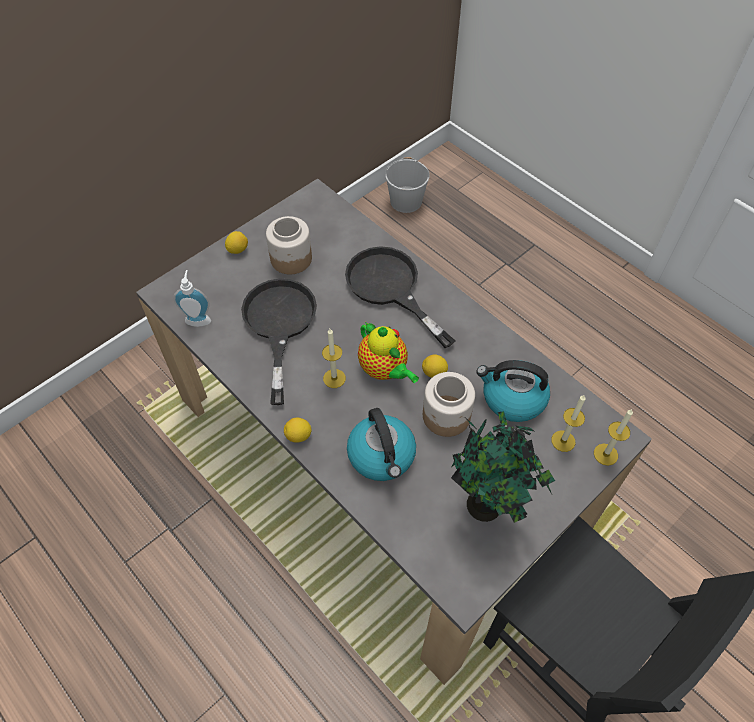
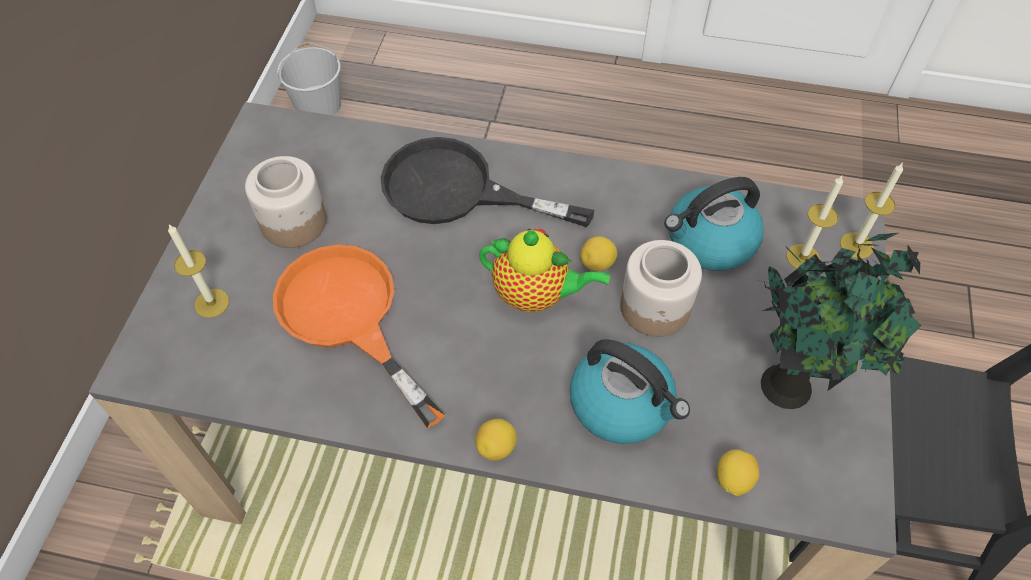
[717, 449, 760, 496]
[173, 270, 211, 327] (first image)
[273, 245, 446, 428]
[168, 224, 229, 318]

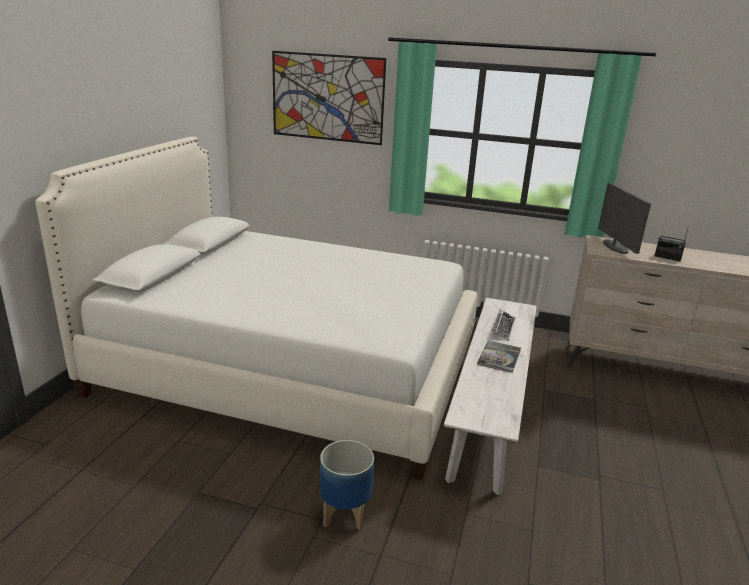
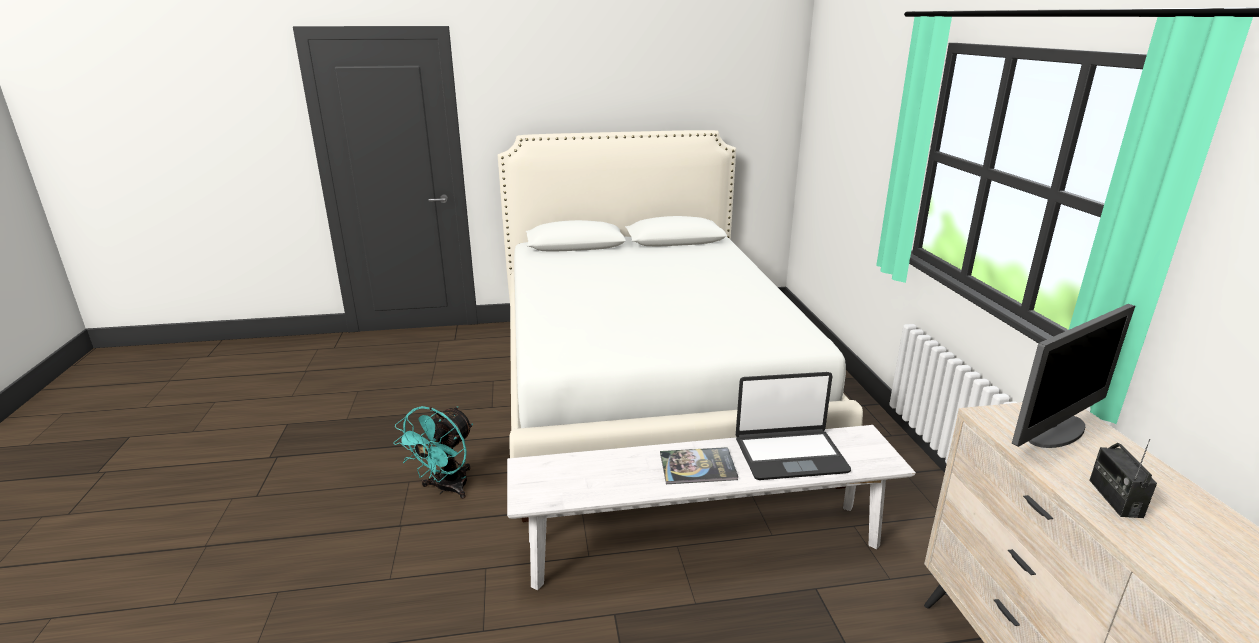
[272, 51, 386, 145] (first image)
[736, 372, 851, 480]
[394, 406, 473, 499]

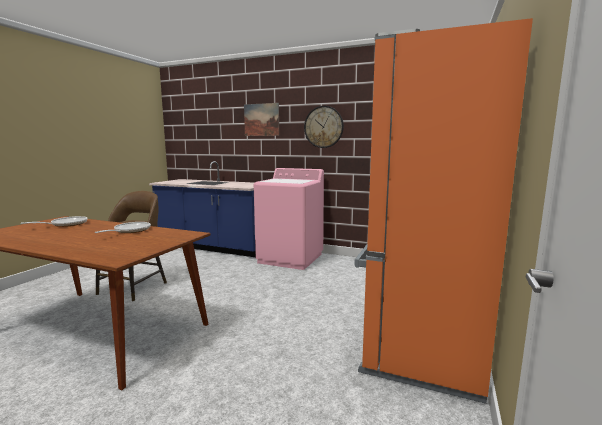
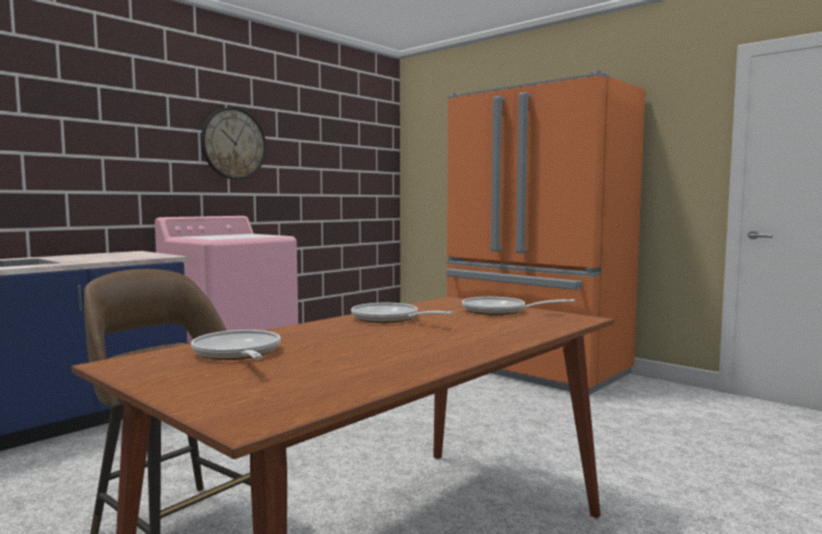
[244, 103, 279, 136] (first image)
[462, 297, 575, 315]

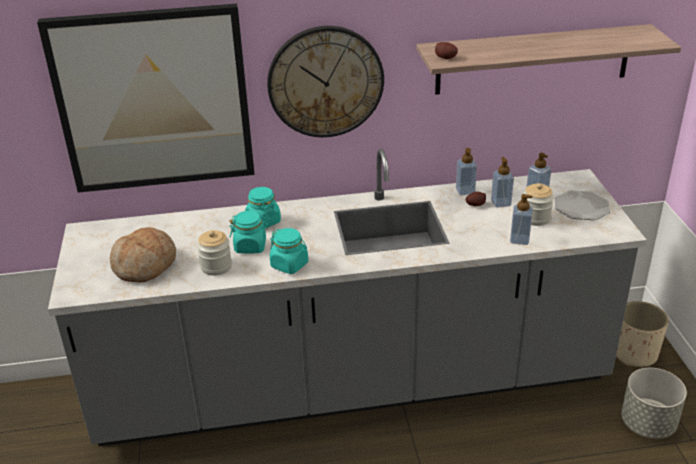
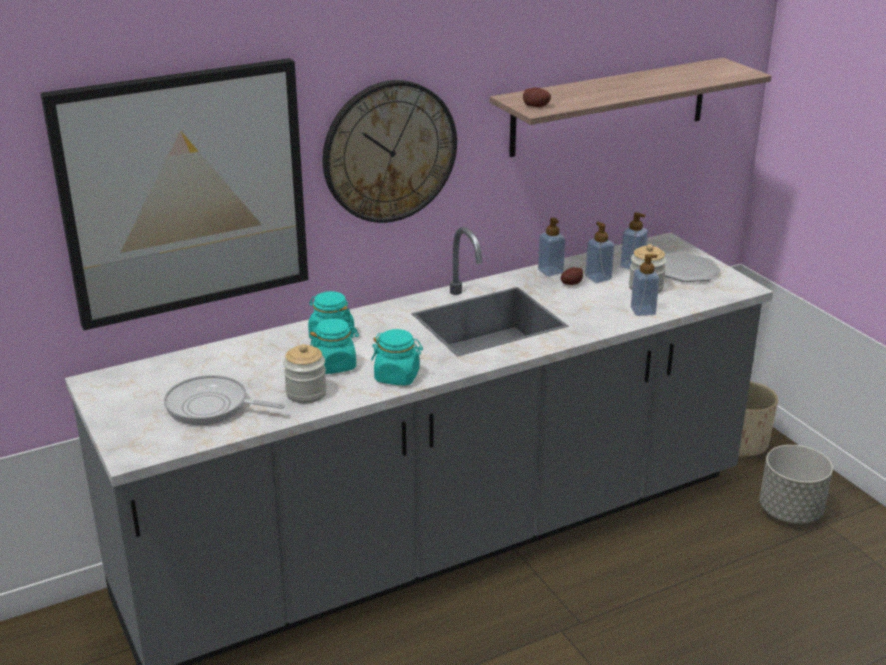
[164, 375, 285, 425]

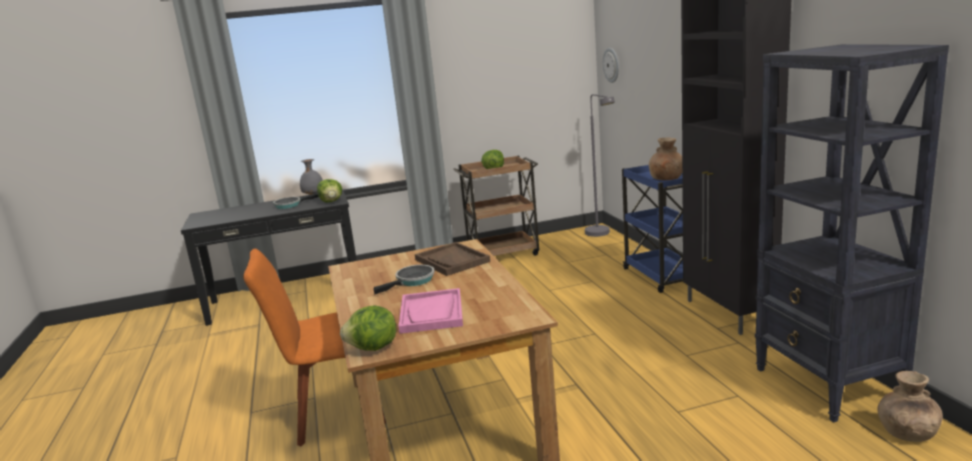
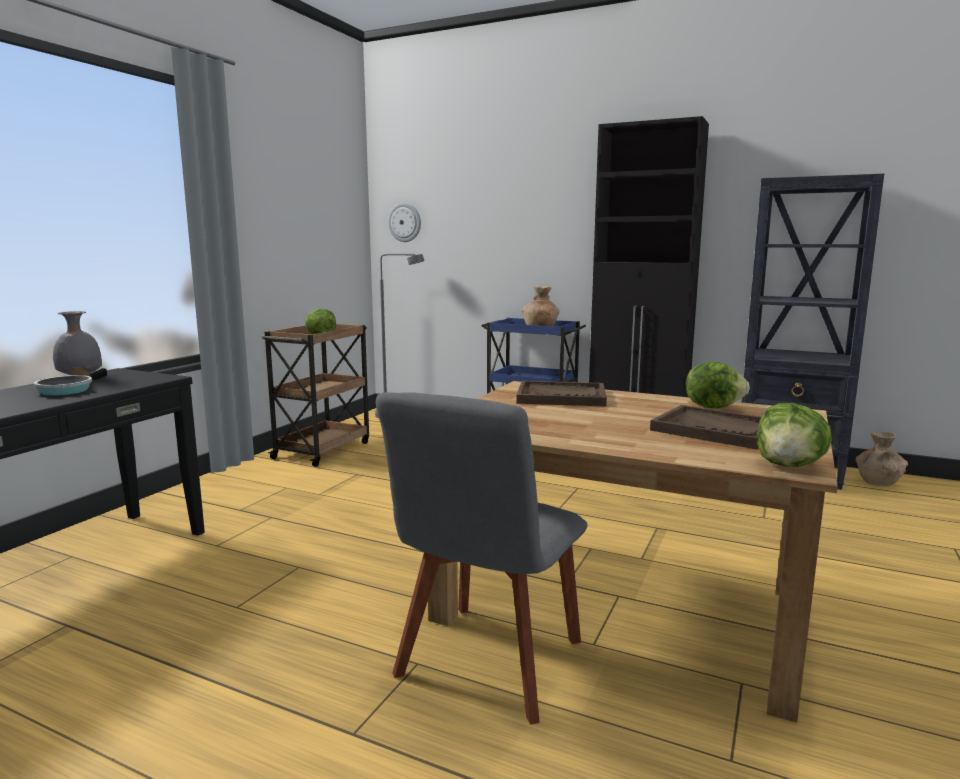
[686, 362, 750, 408]
[376, 392, 588, 724]
[374, 265, 435, 294] (first image)
[650, 405, 761, 450]

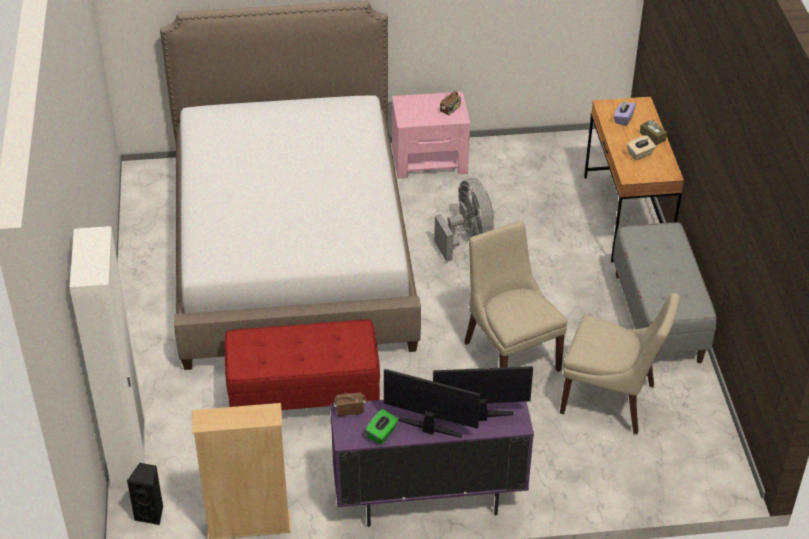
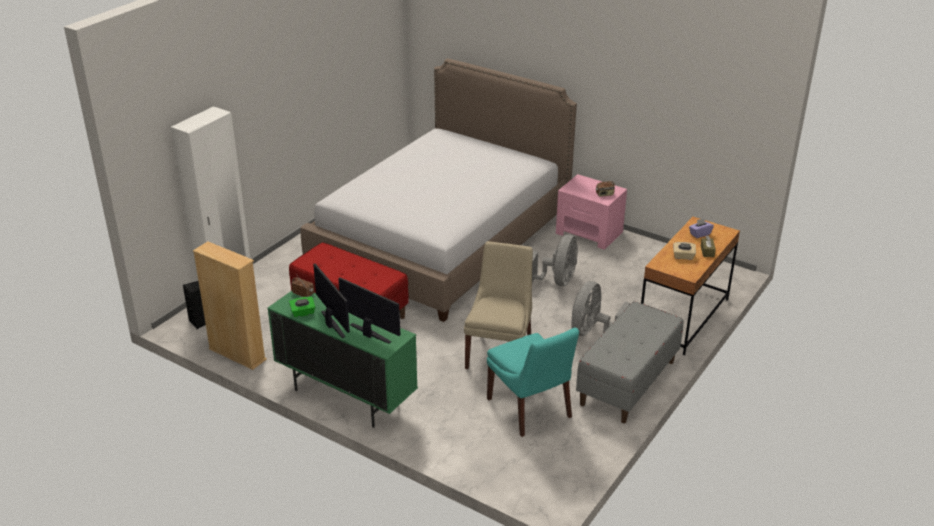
[487, 328, 579, 437]
[268, 291, 418, 428]
[571, 281, 630, 336]

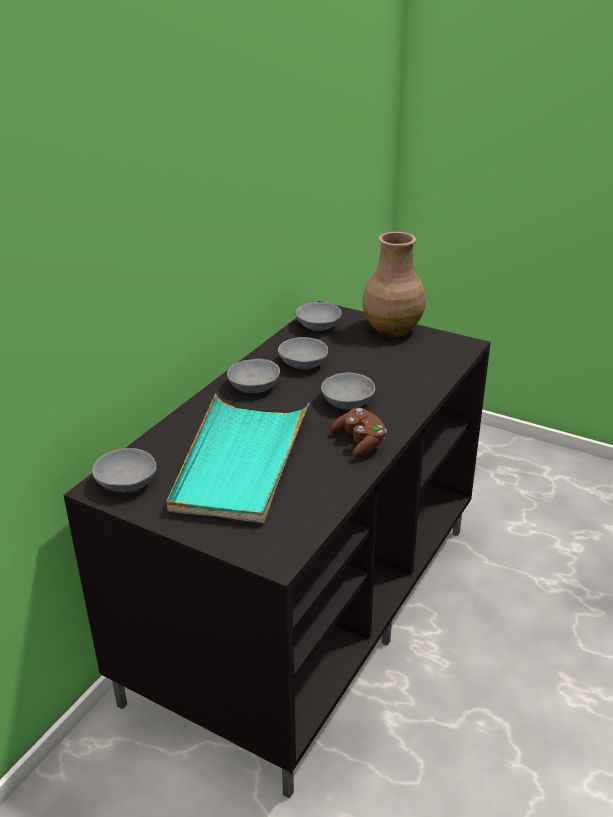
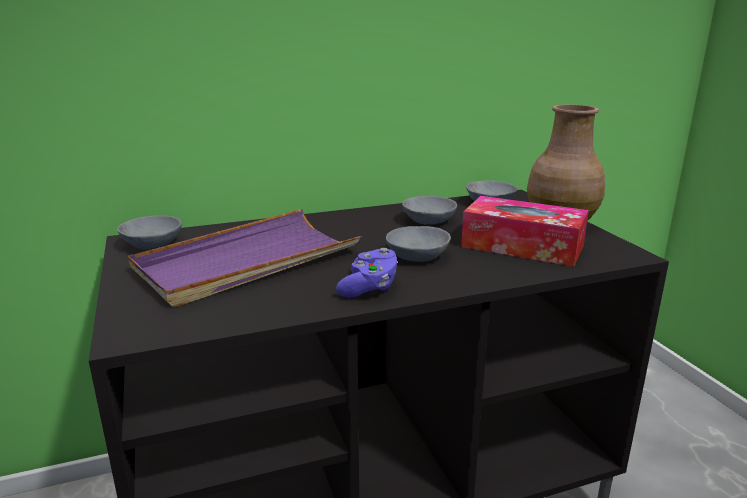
[227, 359, 280, 393] (first image)
[128, 209, 362, 307]
[336, 248, 398, 297]
[461, 196, 589, 267]

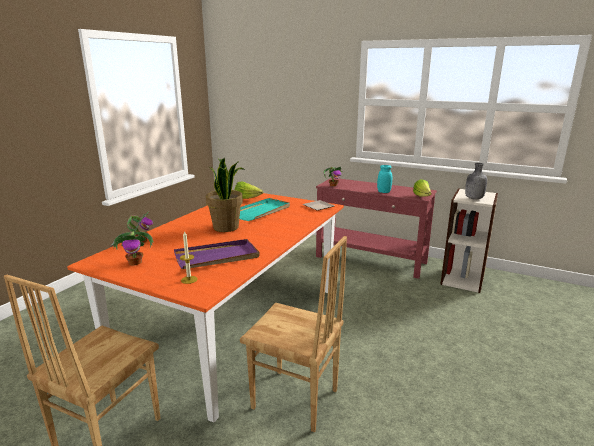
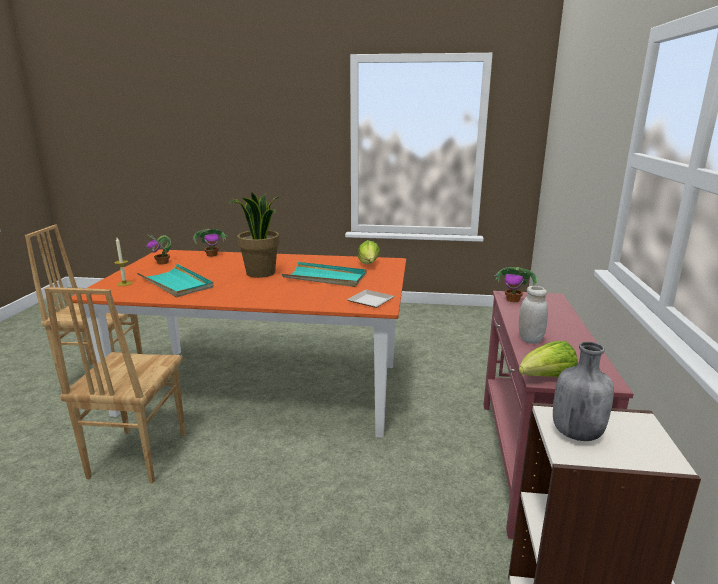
[519, 286, 548, 344]
[137, 264, 214, 298]

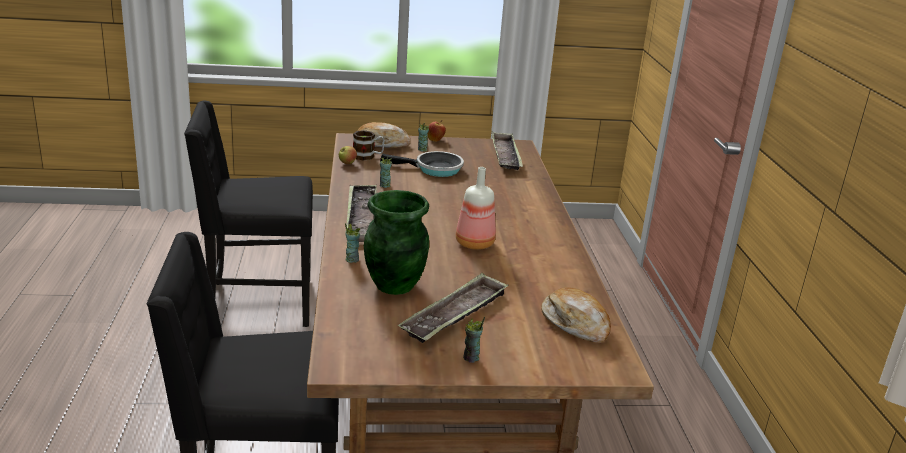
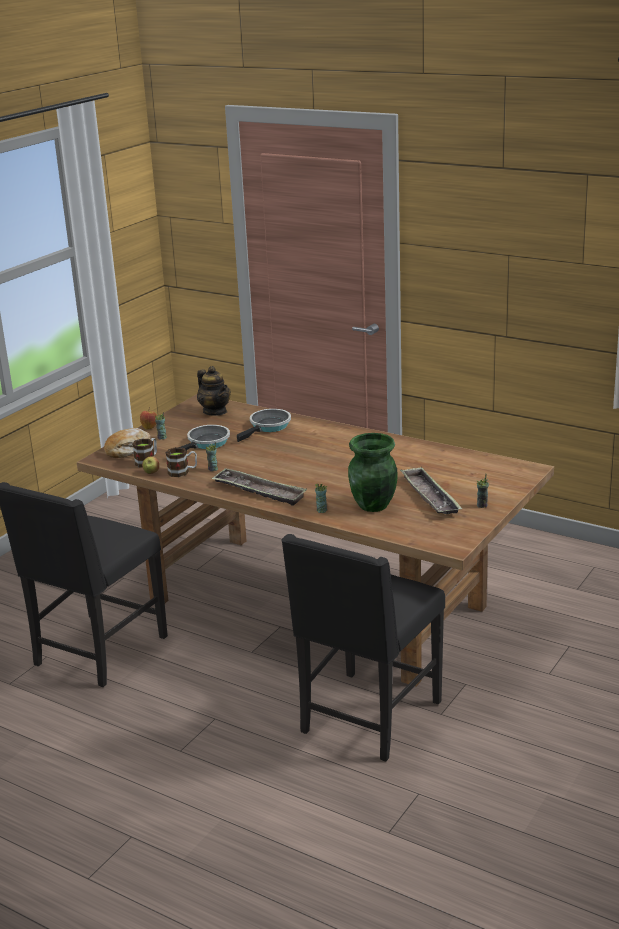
[197, 366, 231, 416]
[456, 167, 496, 250] (first image)
[541, 287, 611, 343] (first image)
[237, 409, 291, 442]
[166, 447, 197, 477]

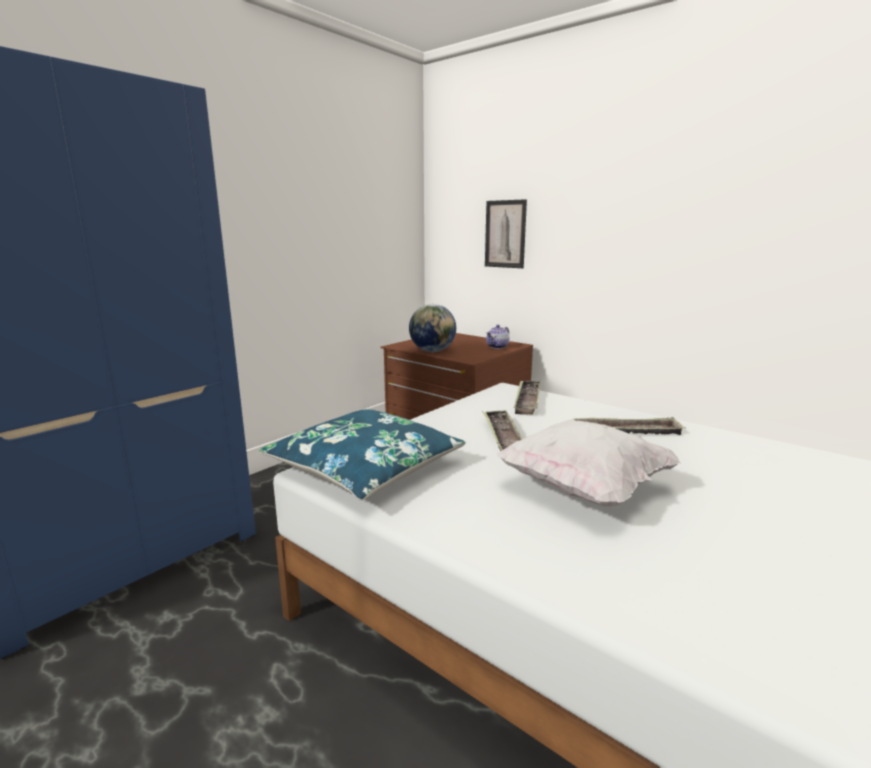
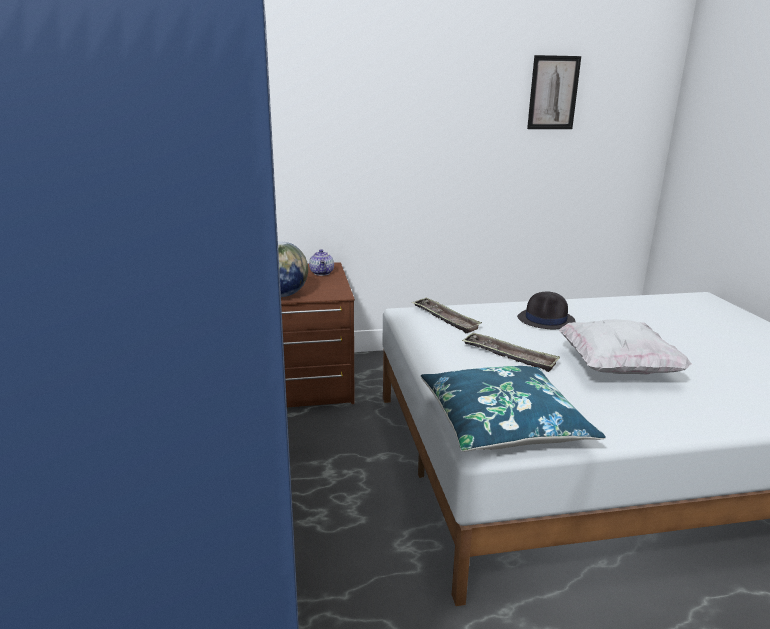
[527, 55, 581, 129]
[517, 292, 576, 329]

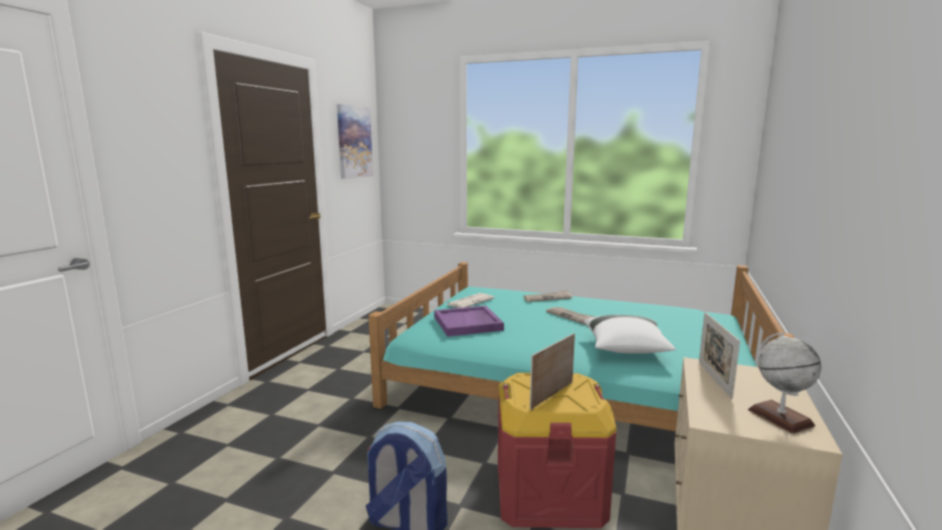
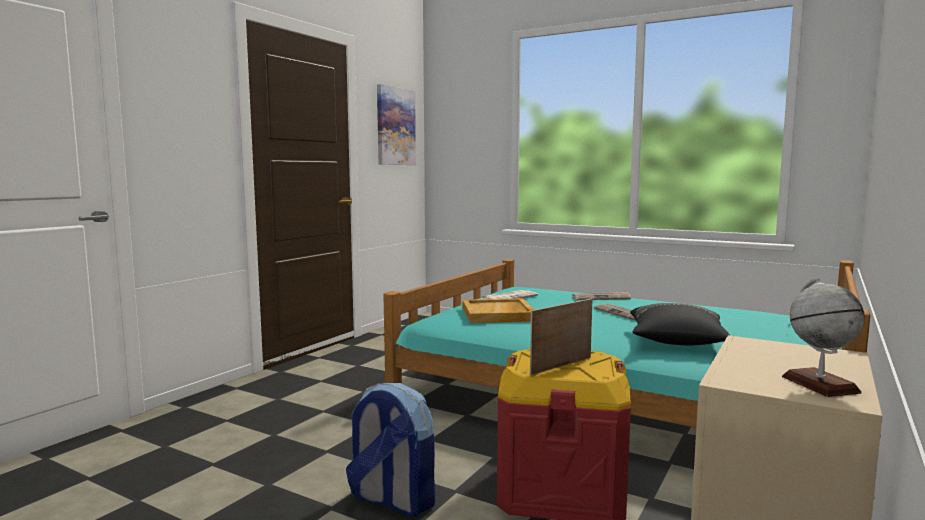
[462, 298, 534, 323]
[699, 312, 740, 399] (first image)
[630, 303, 731, 345]

